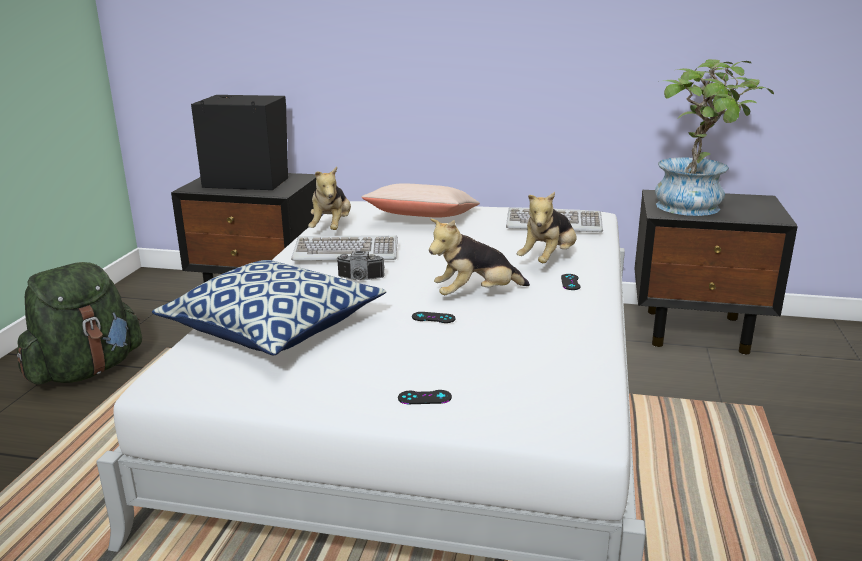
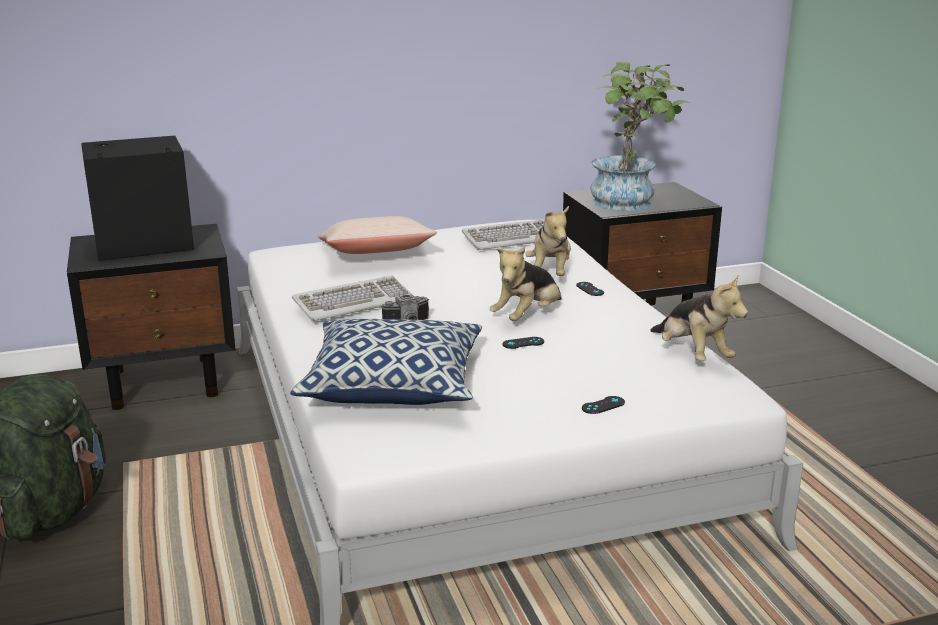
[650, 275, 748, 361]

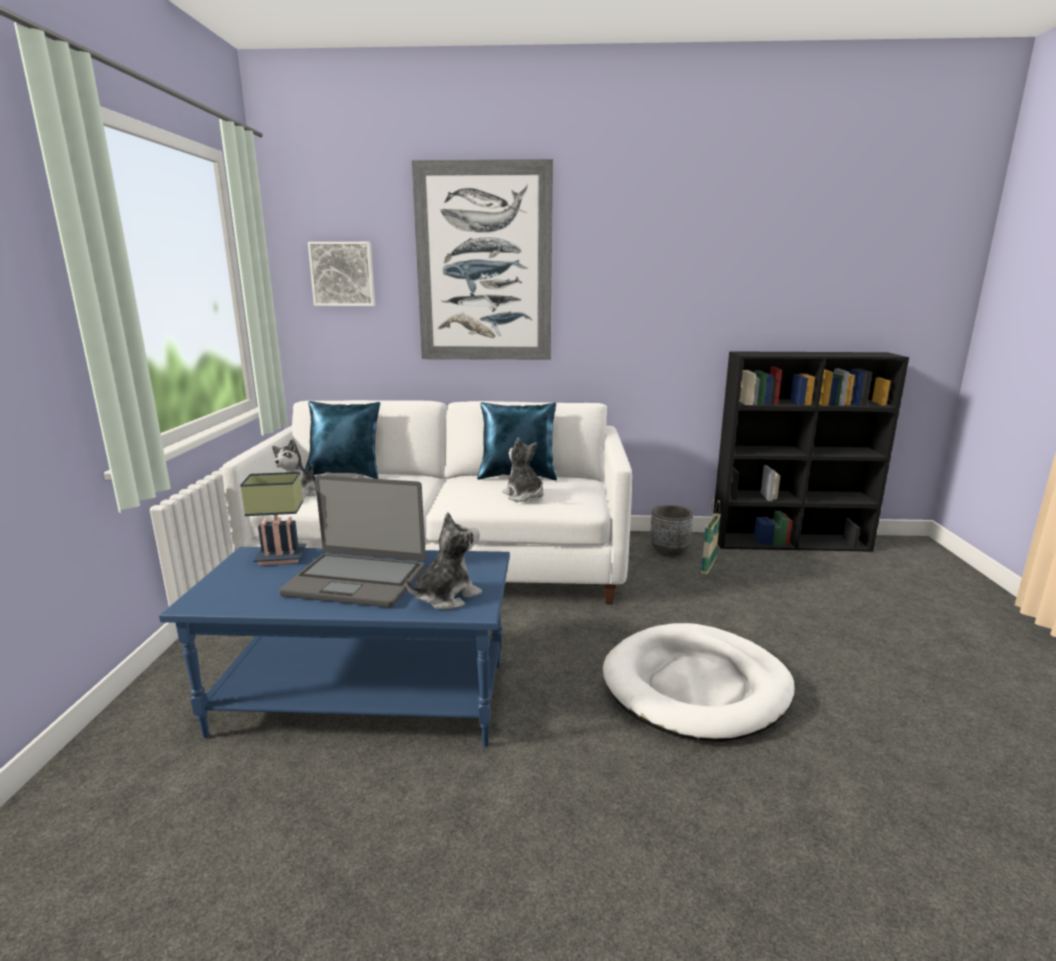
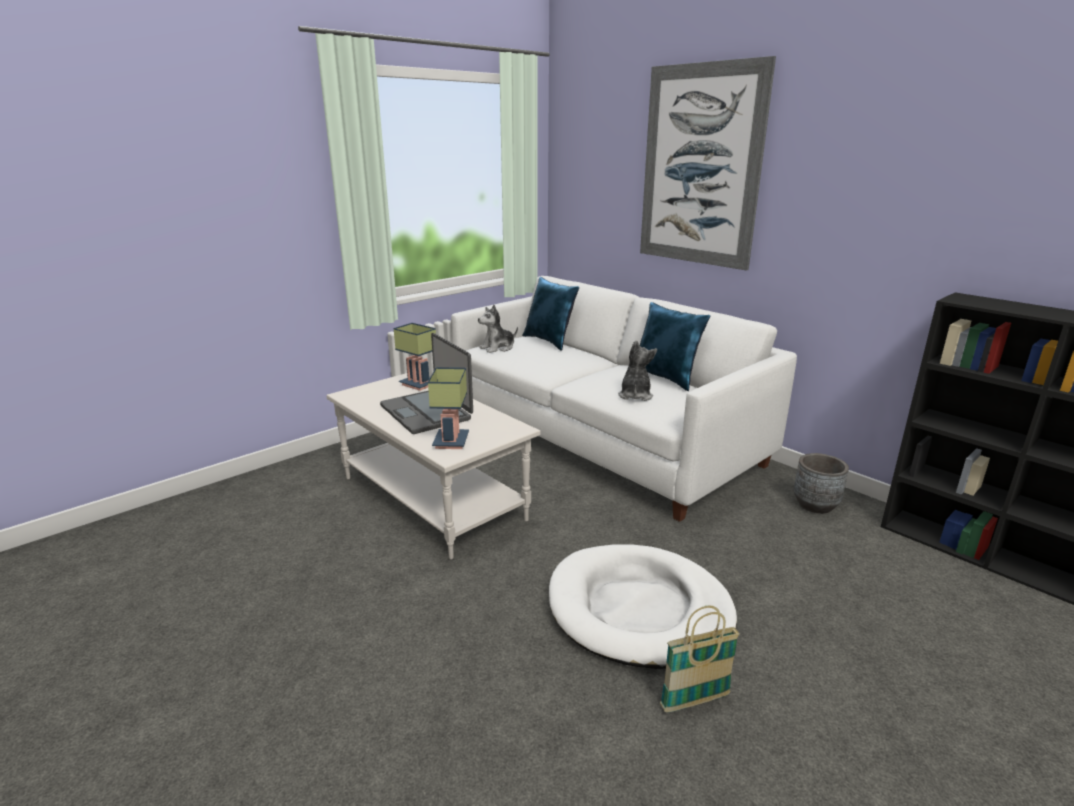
[308, 242, 375, 306] (first image)
[660, 605, 740, 712]
[428, 367, 469, 449]
[326, 373, 540, 559]

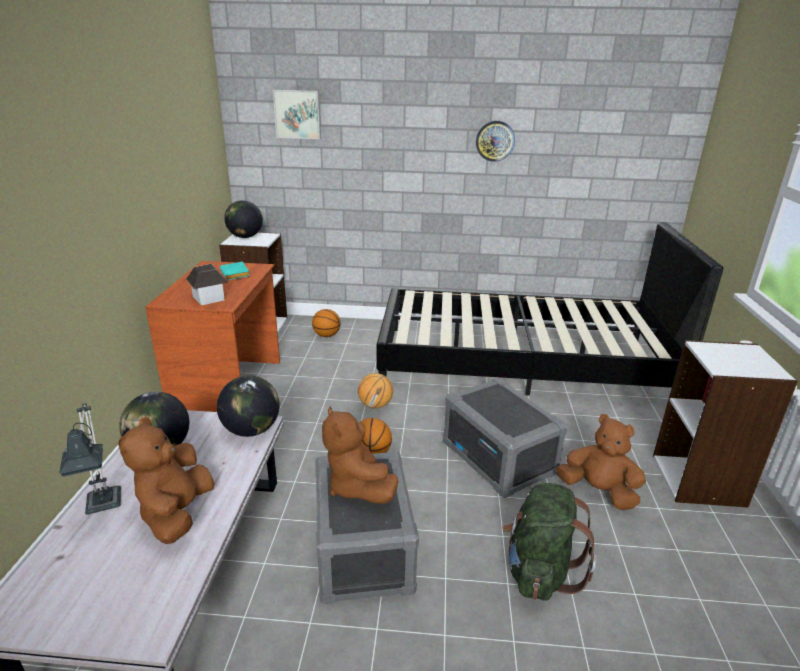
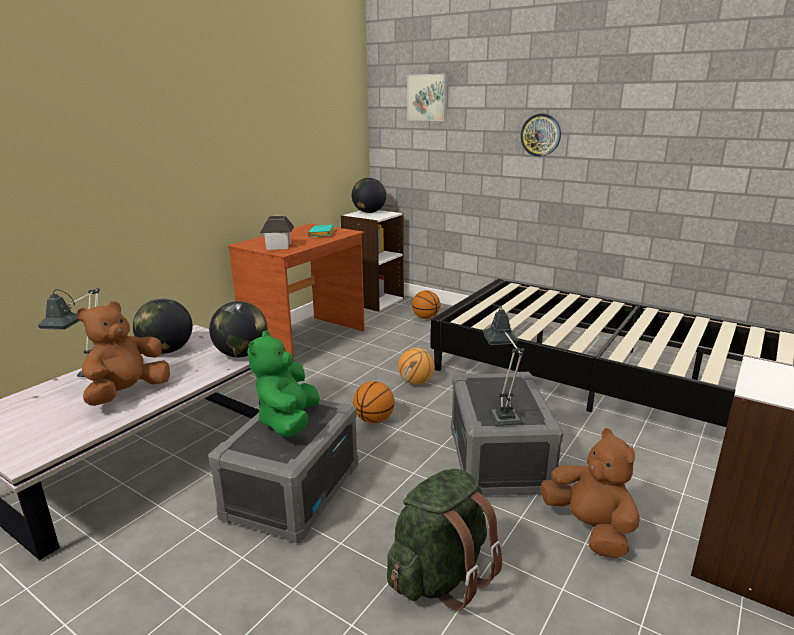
[520, 114, 561, 157]
[247, 331, 320, 437]
[483, 307, 525, 426]

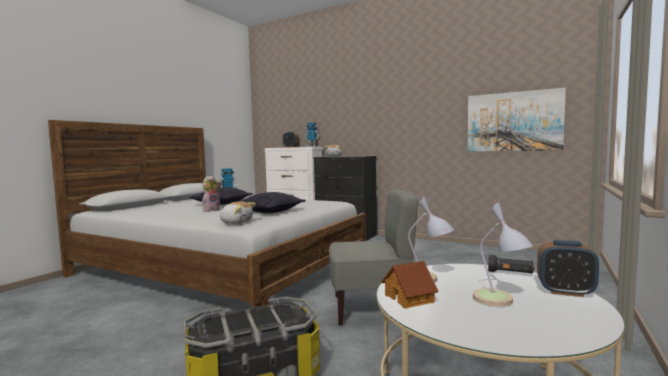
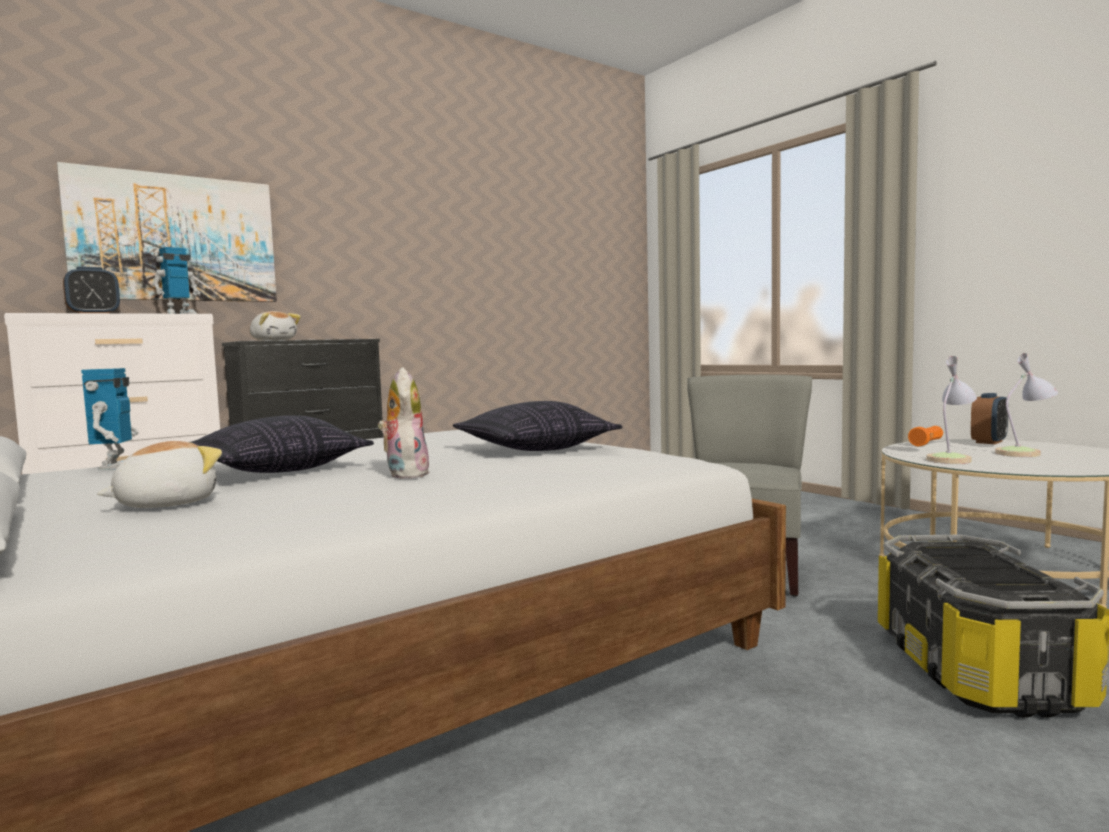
[57, 162, 277, 302]
[97, 441, 222, 508]
[908, 426, 943, 446]
[381, 261, 438, 309] (first image)

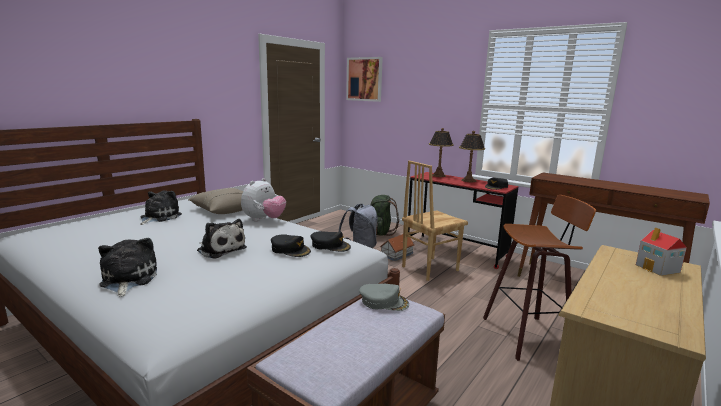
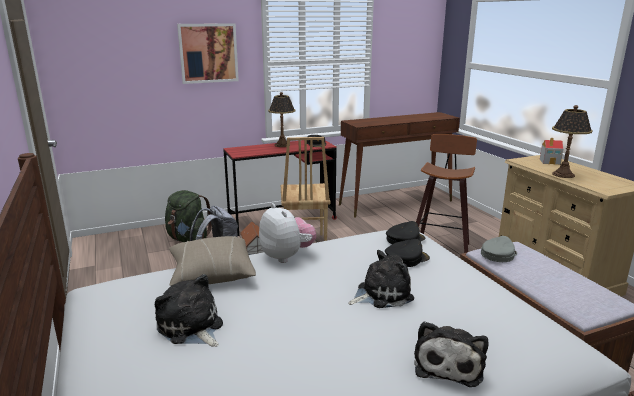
[177, 23, 239, 84]
[552, 105, 593, 178]
[414, 321, 488, 387]

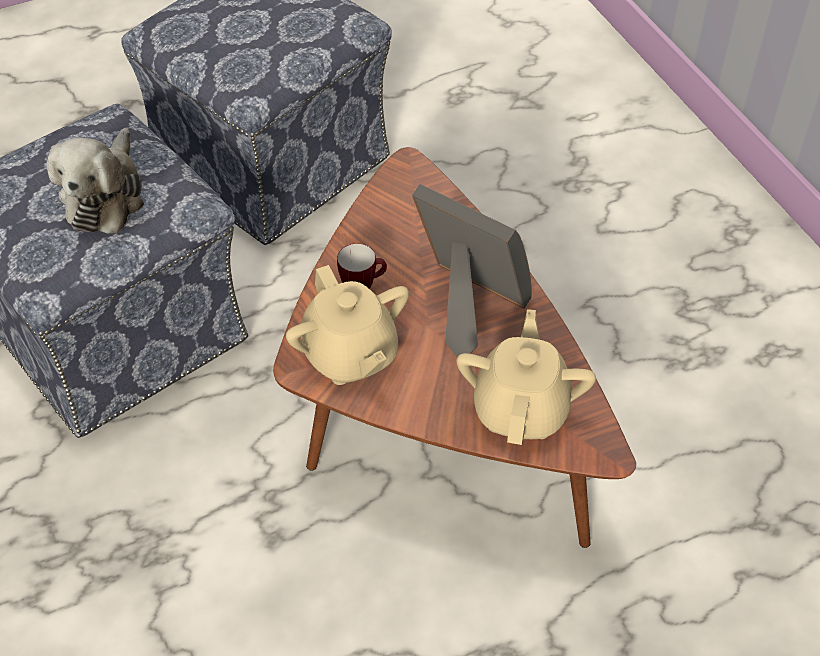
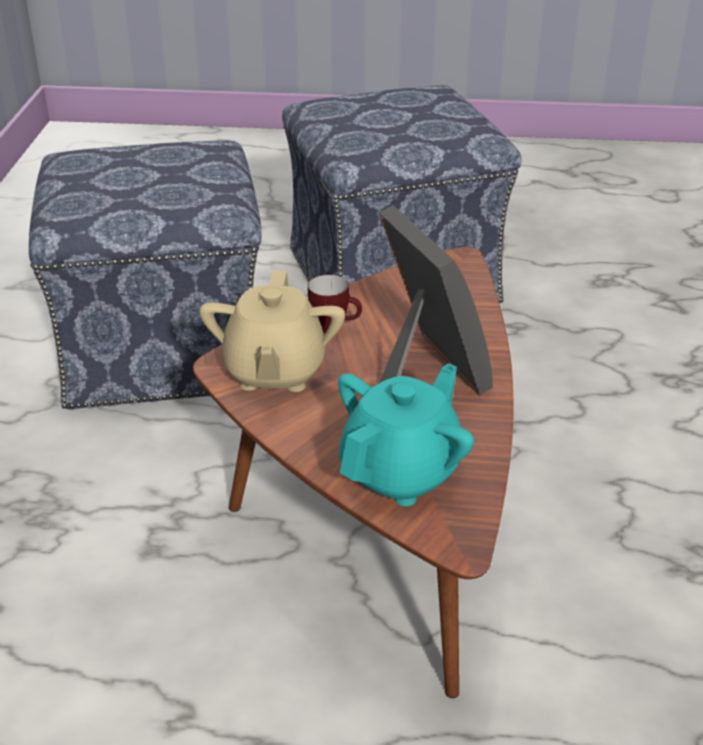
[47, 128, 144, 233] (first image)
[338, 363, 474, 506]

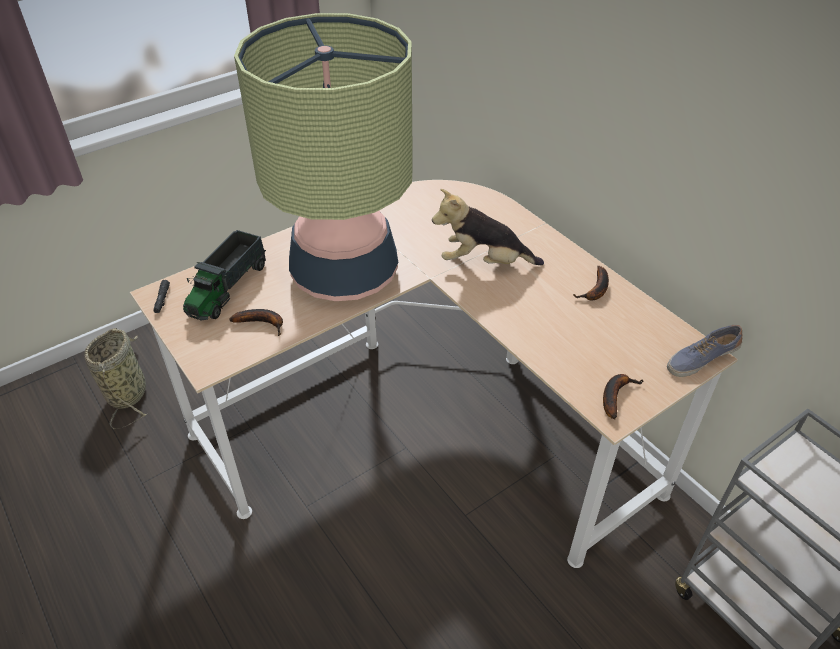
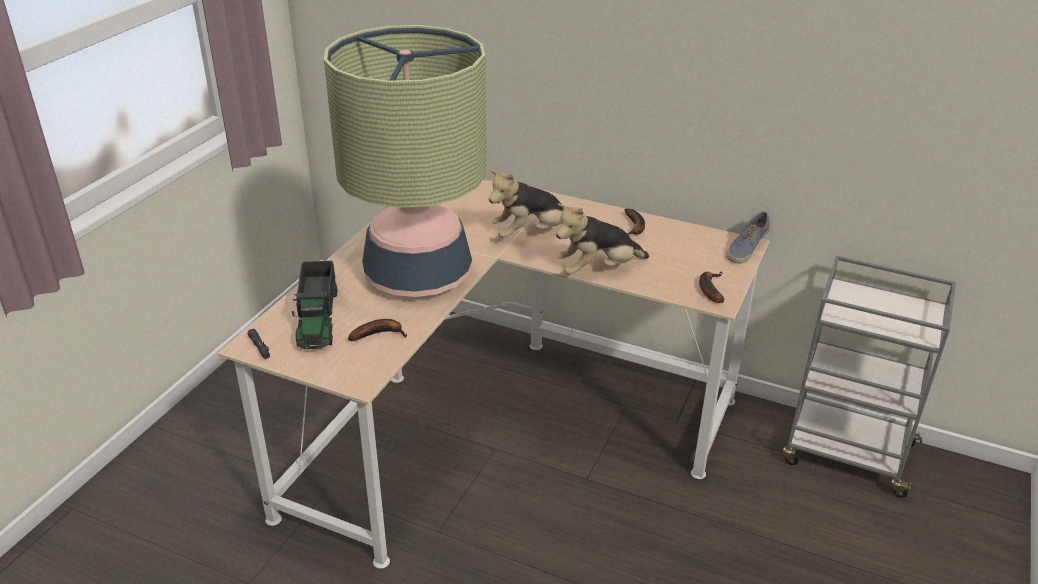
[84, 328, 147, 429] (first image)
[556, 203, 649, 275]

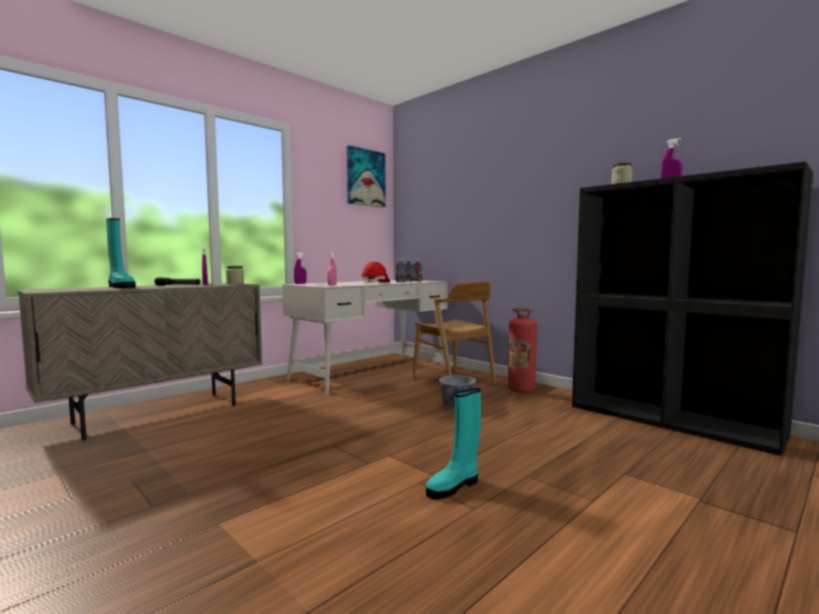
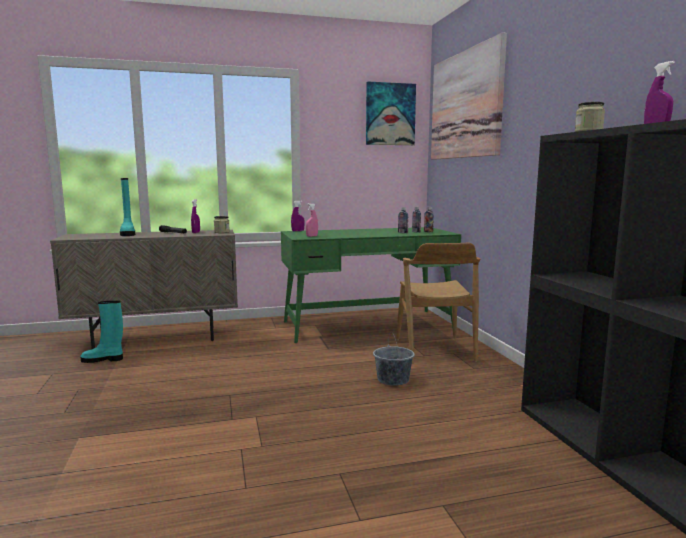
[361, 262, 390, 284] (first image)
[281, 227, 461, 343]
[508, 308, 537, 393] (first image)
[81, 301, 123, 363]
[431, 32, 507, 160]

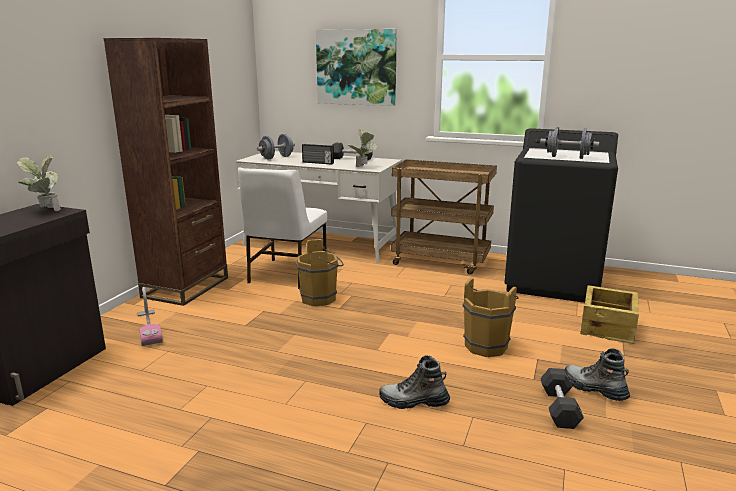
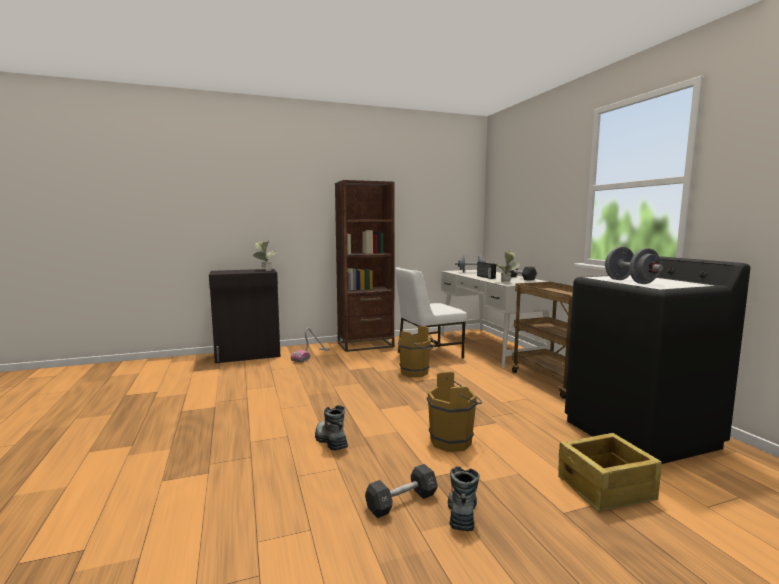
[316, 29, 397, 106] (first image)

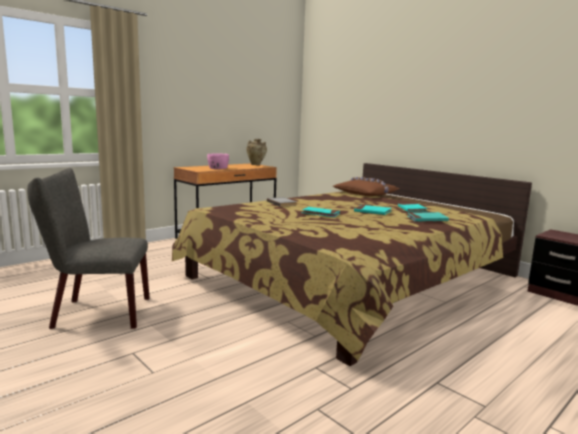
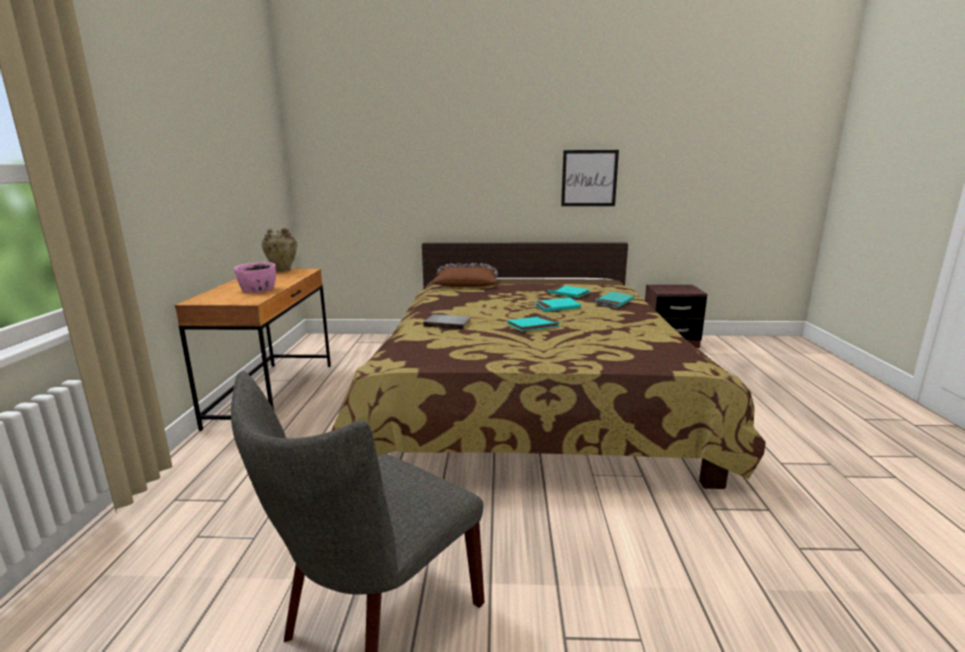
[561, 150, 619, 206]

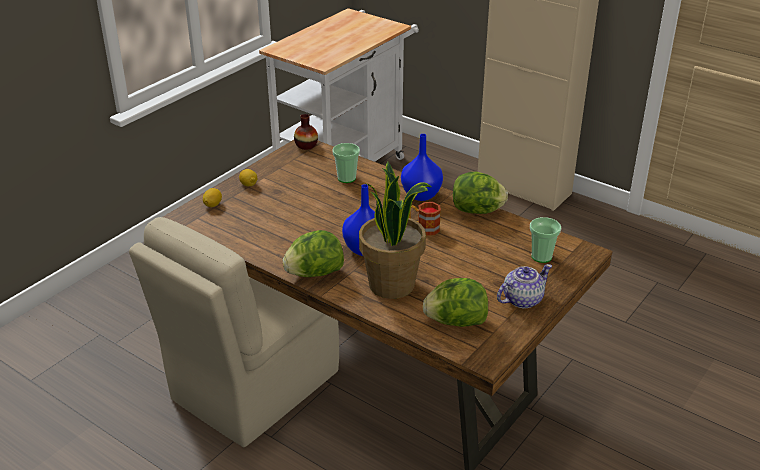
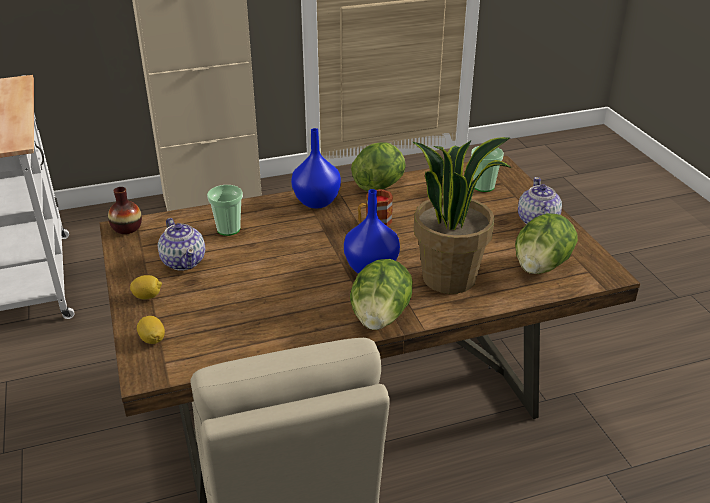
[158, 218, 205, 270]

